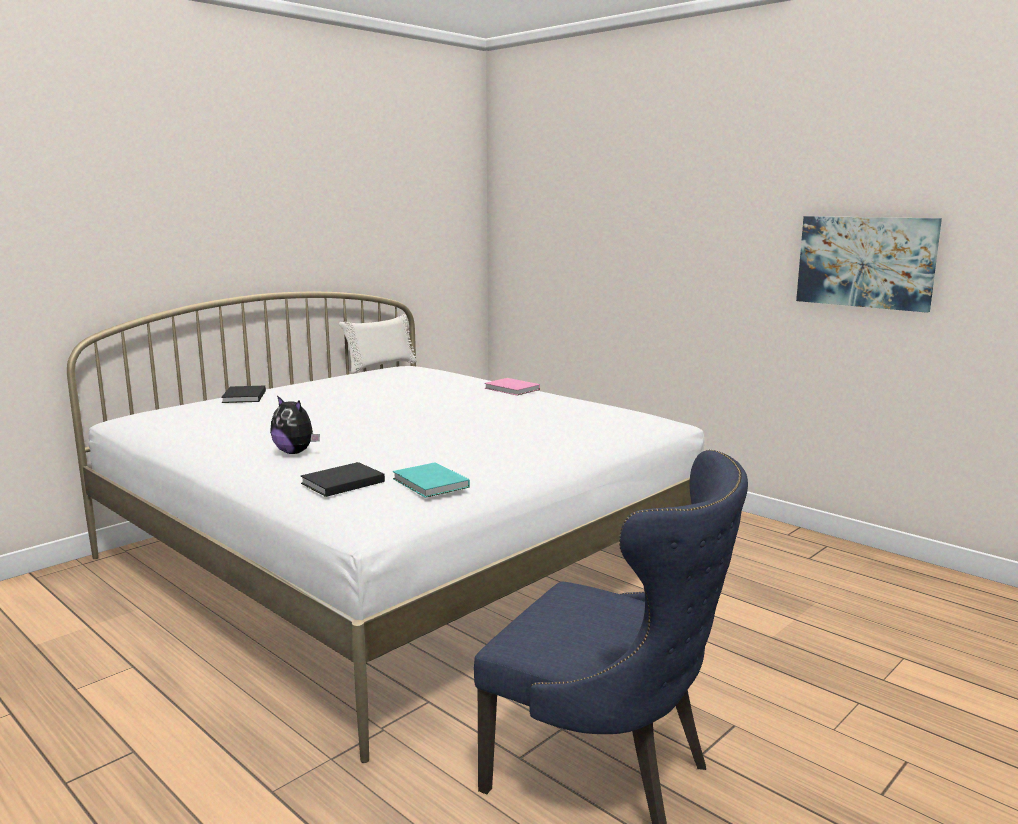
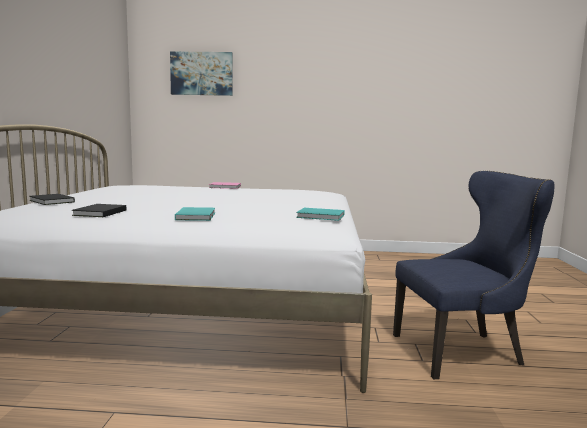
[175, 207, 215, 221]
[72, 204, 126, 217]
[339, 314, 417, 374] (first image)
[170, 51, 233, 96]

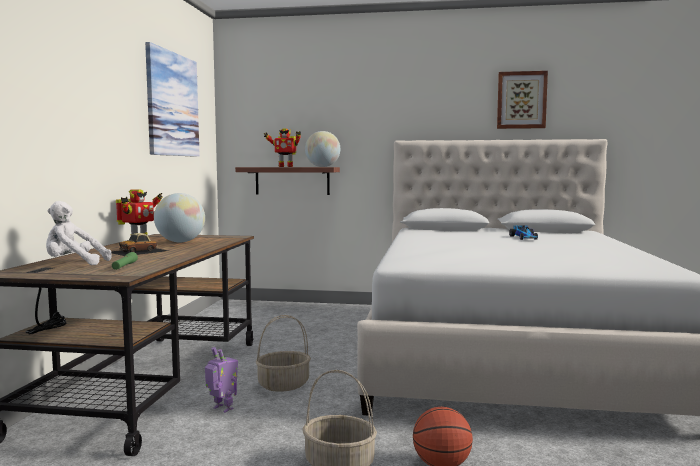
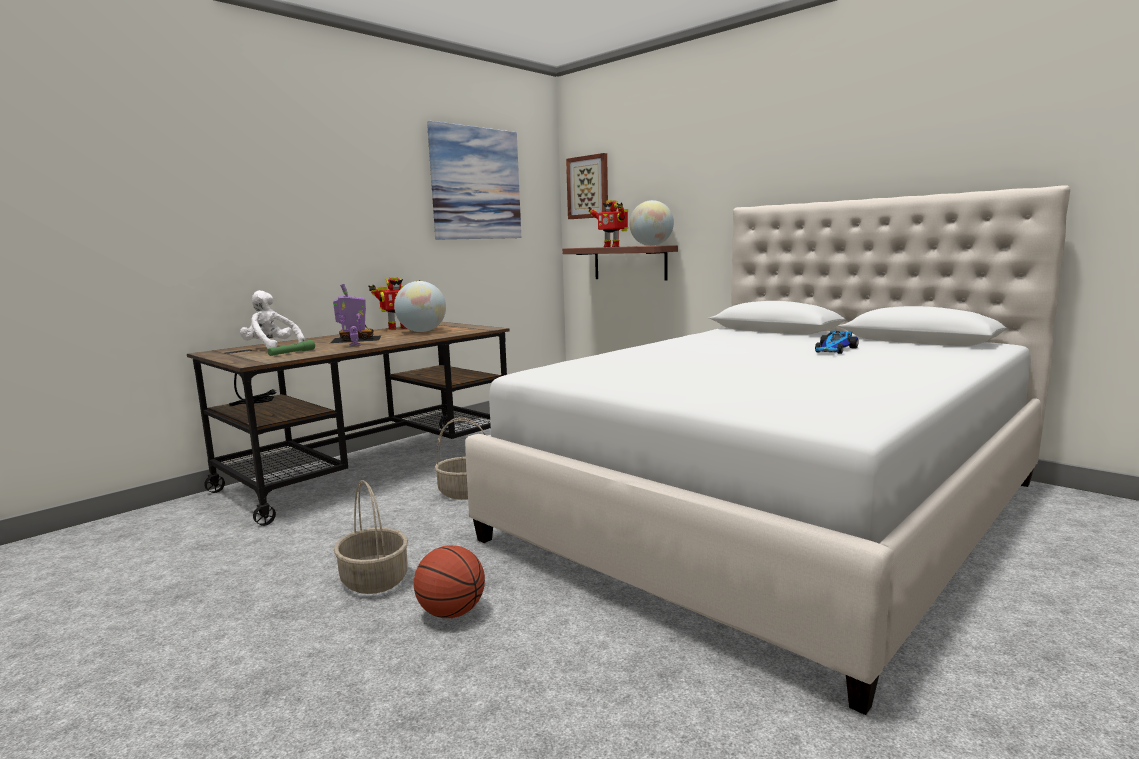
[333, 284, 366, 347]
[566, 153, 608, 219]

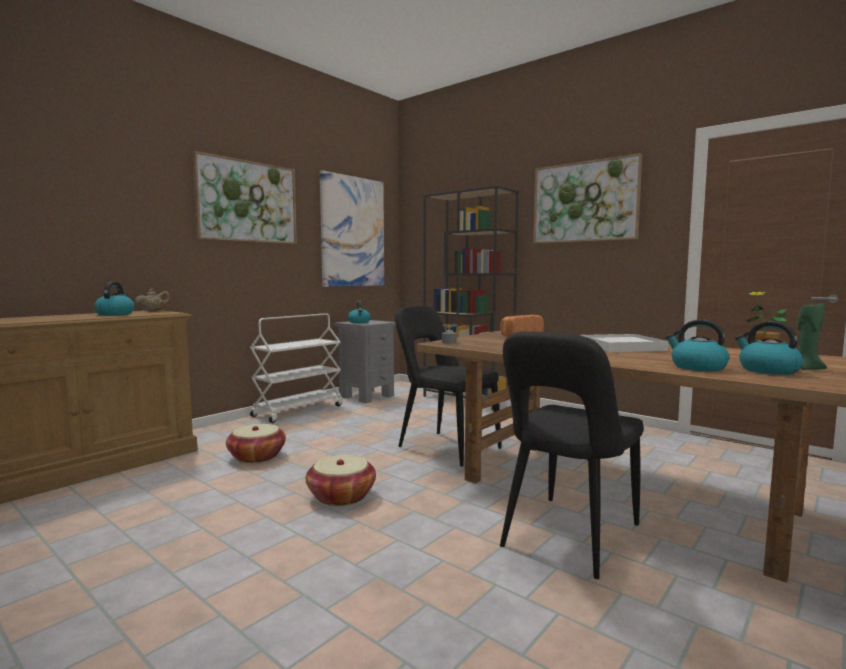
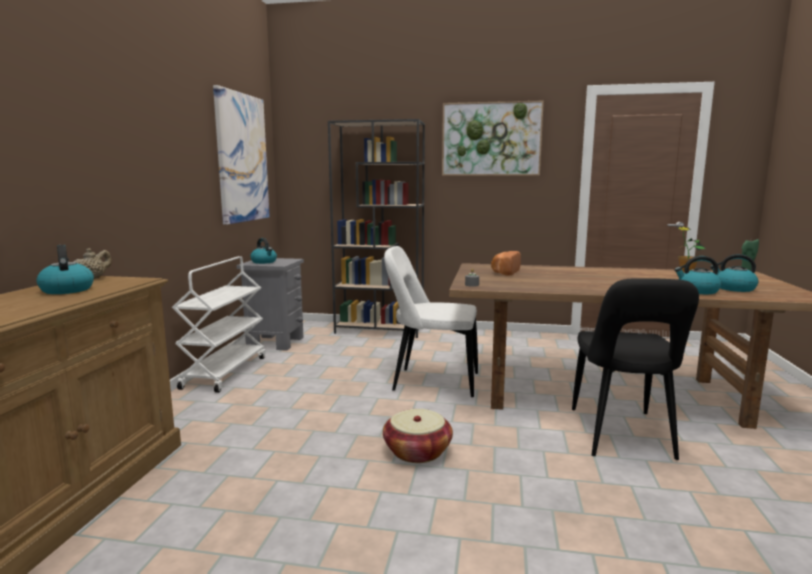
[192, 151, 297, 244] (first image)
[226, 424, 286, 463] (first image)
[384, 246, 478, 397]
[581, 334, 669, 352] (first image)

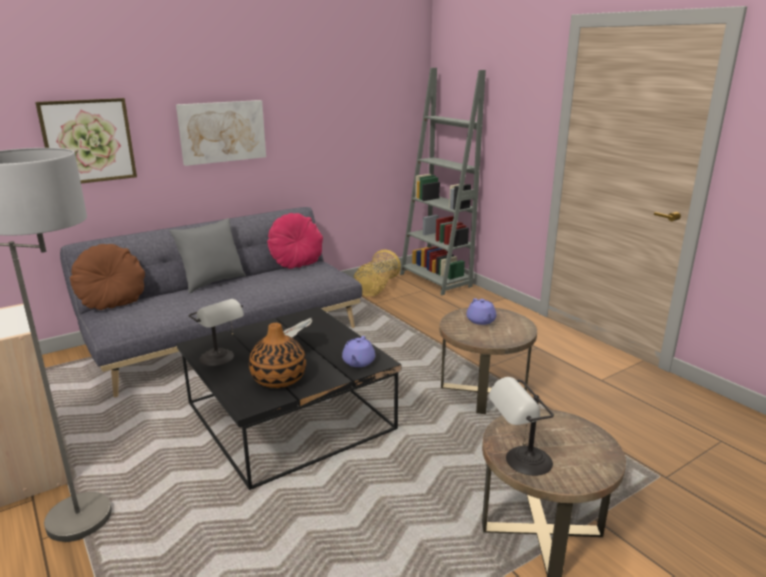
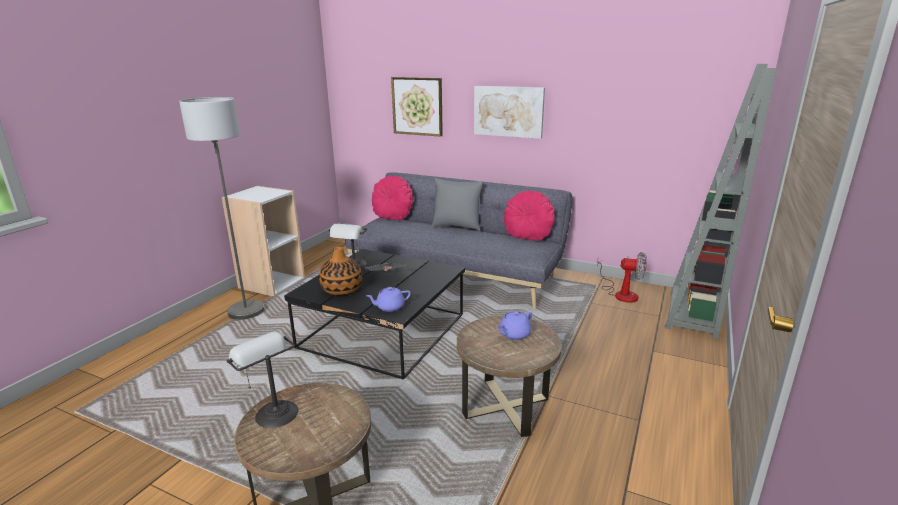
[372, 176, 413, 220]
[597, 252, 647, 303]

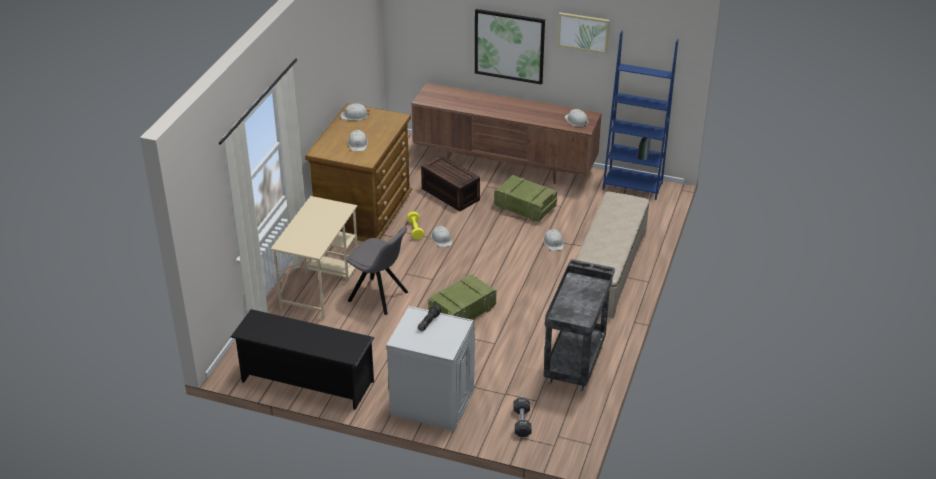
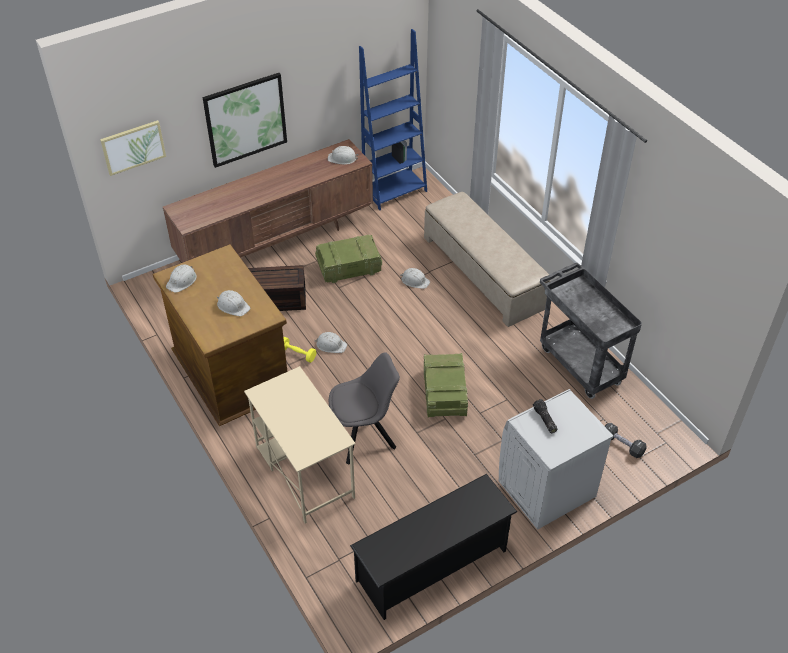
[100, 120, 166, 176]

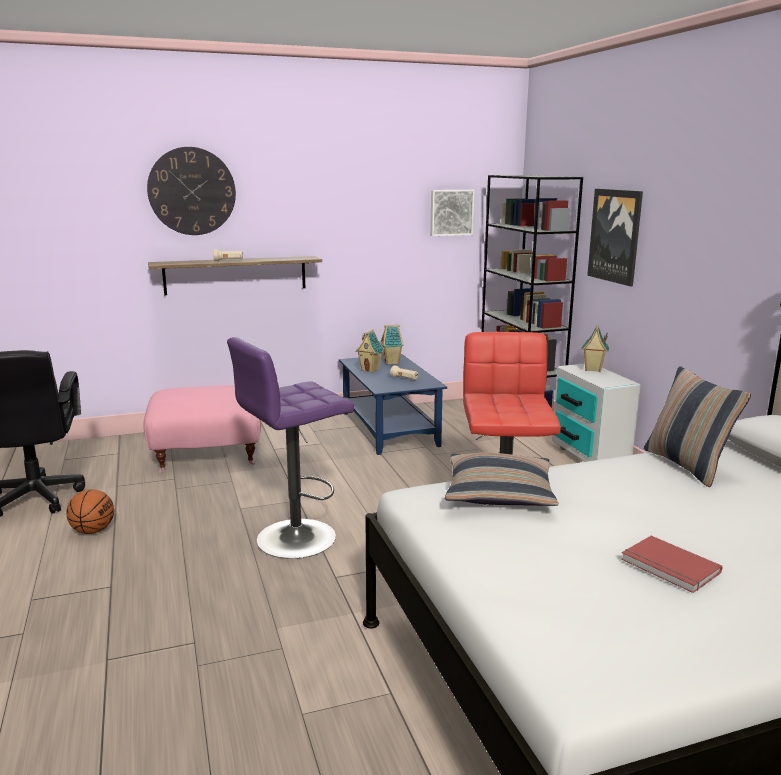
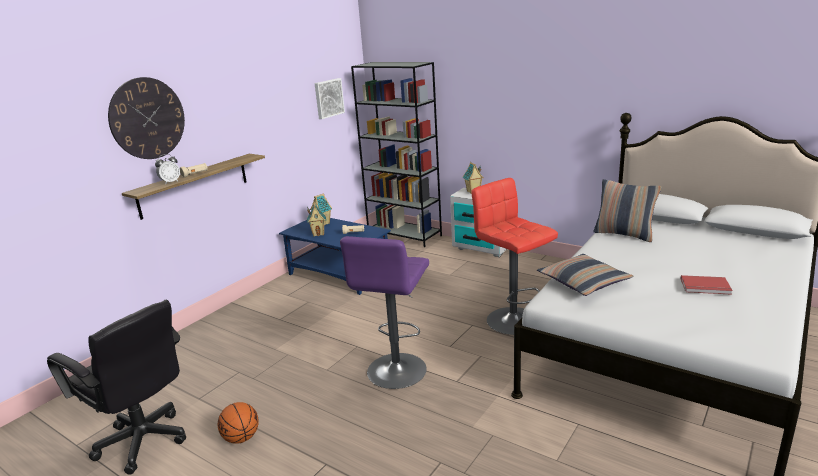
[143, 385, 261, 473] (first image)
[587, 189, 643, 287] (first image)
[155, 154, 180, 183]

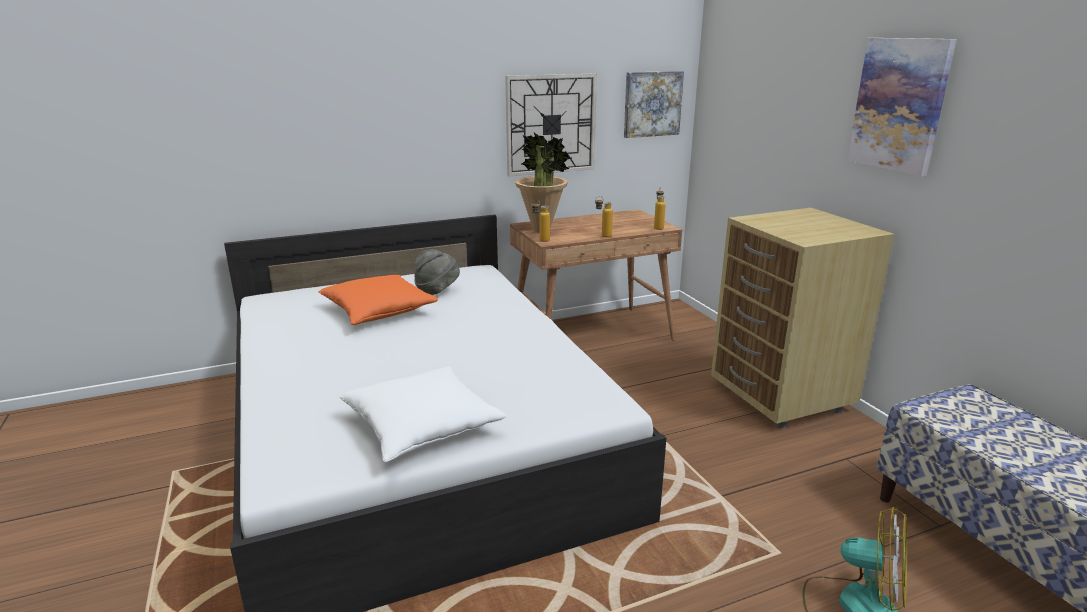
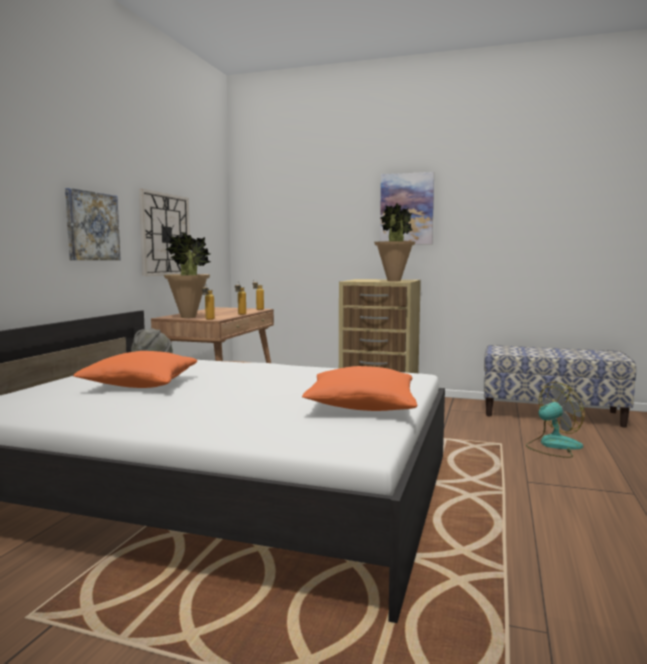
[302, 366, 418, 411]
[65, 188, 121, 260]
[374, 203, 415, 281]

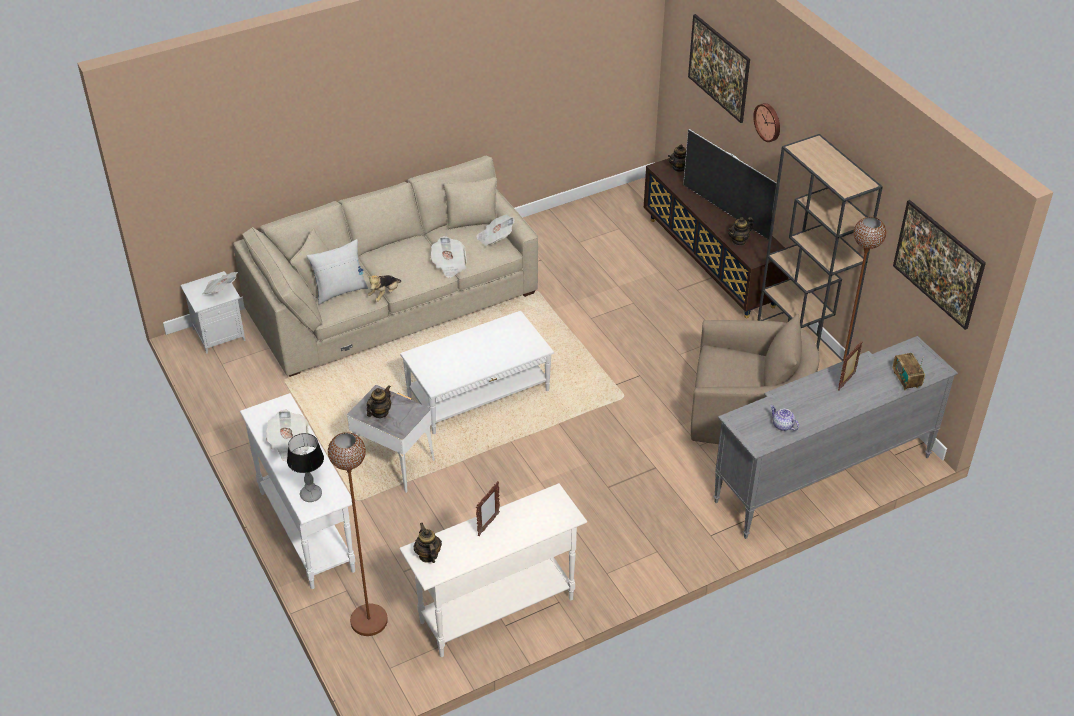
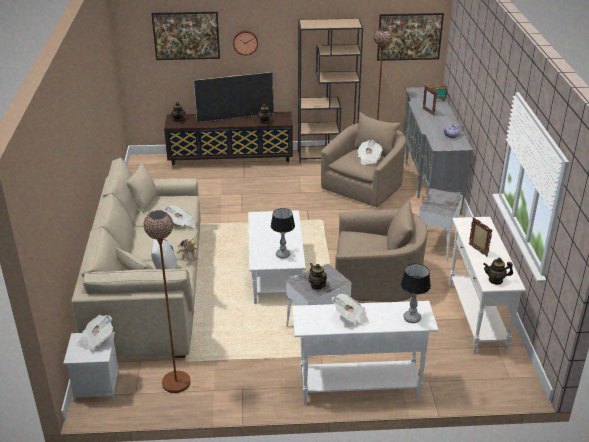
[144, 210, 190, 393]
[357, 140, 383, 165]
[271, 208, 295, 259]
[335, 200, 428, 302]
[418, 188, 463, 261]

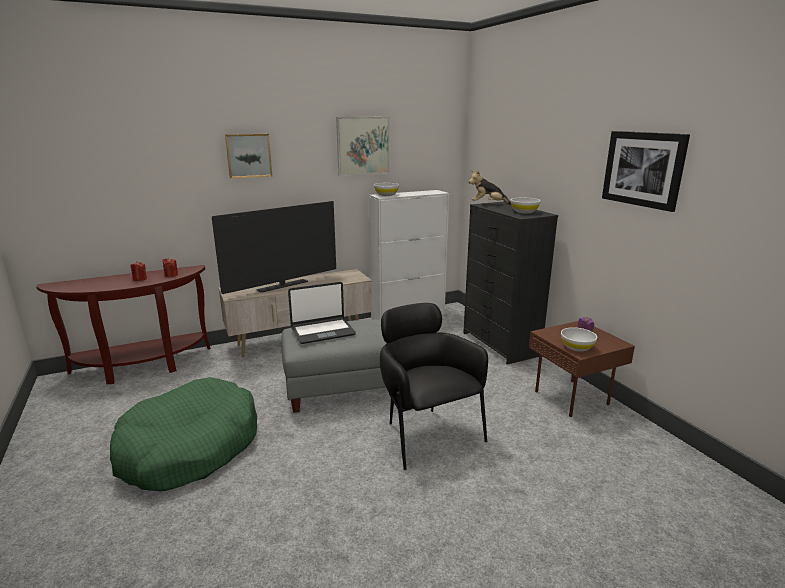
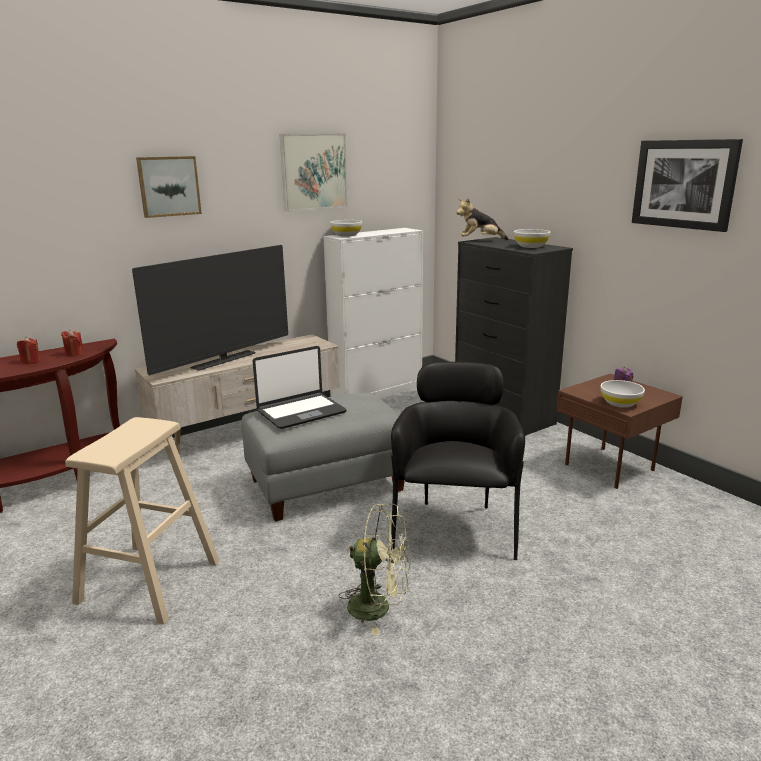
[65, 417, 219, 624]
[391, 362, 525, 560]
[339, 504, 410, 635]

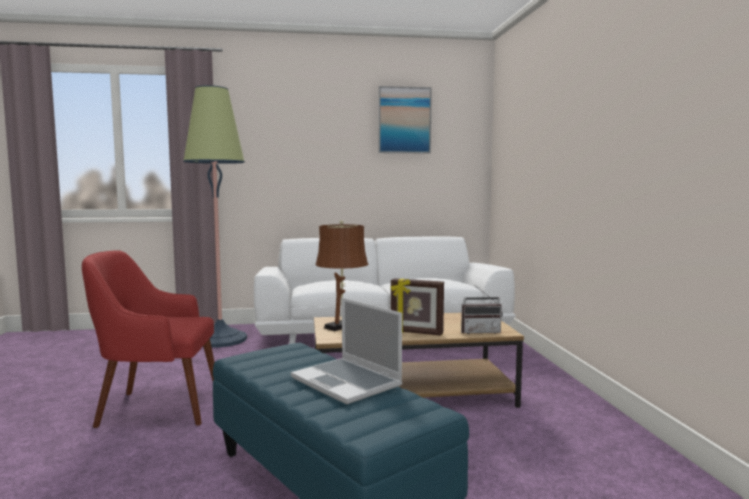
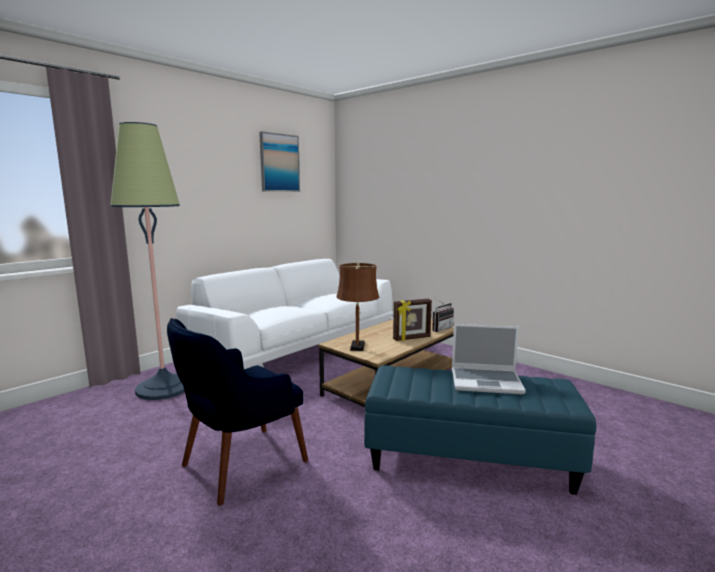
[167, 318, 308, 506]

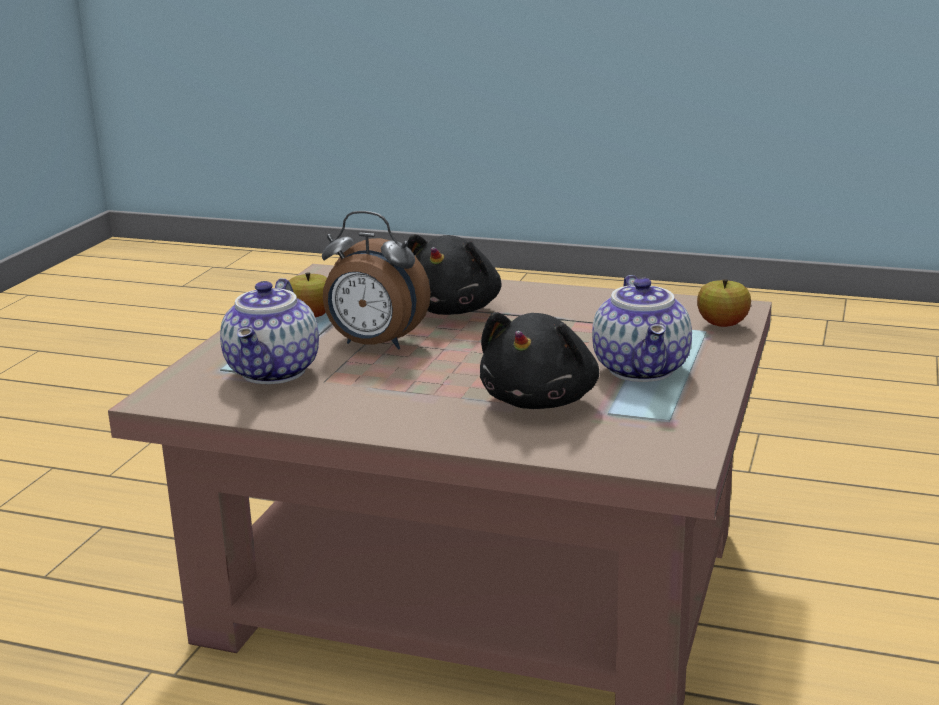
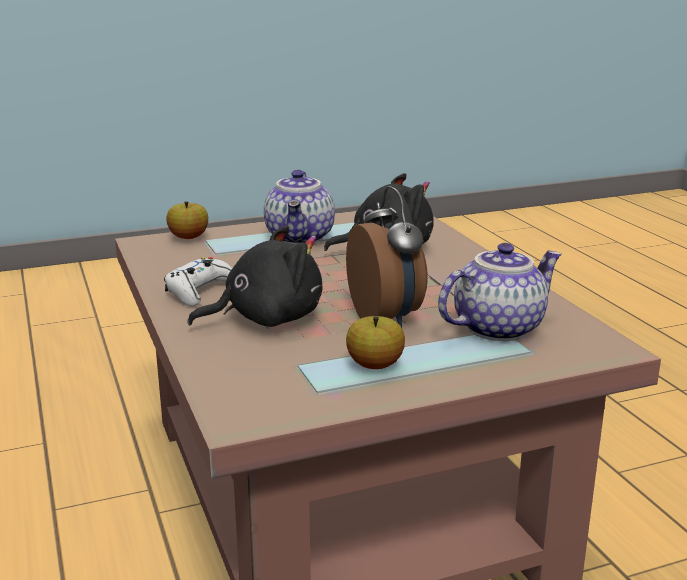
[264, 170, 335, 245]
[164, 257, 232, 307]

